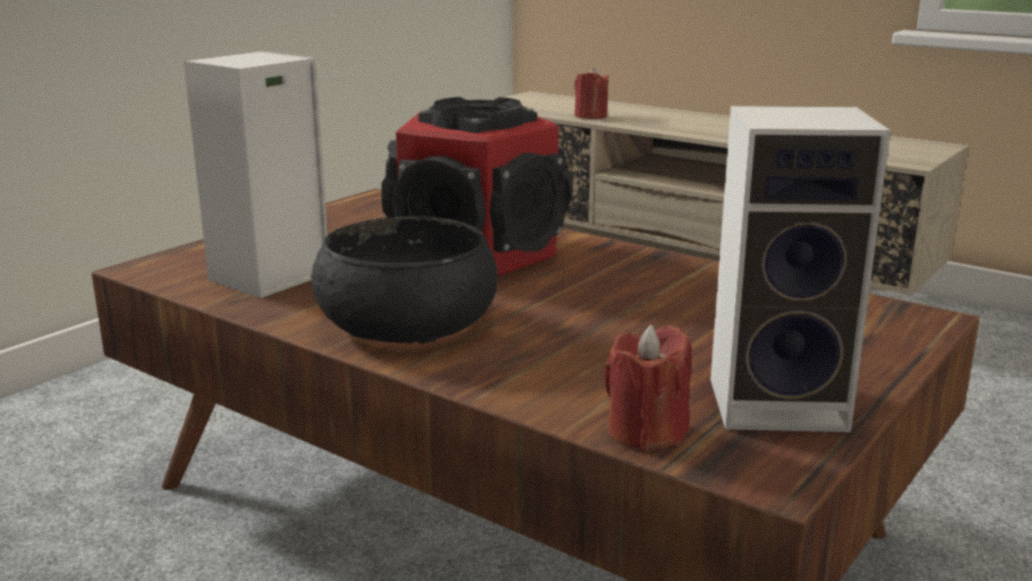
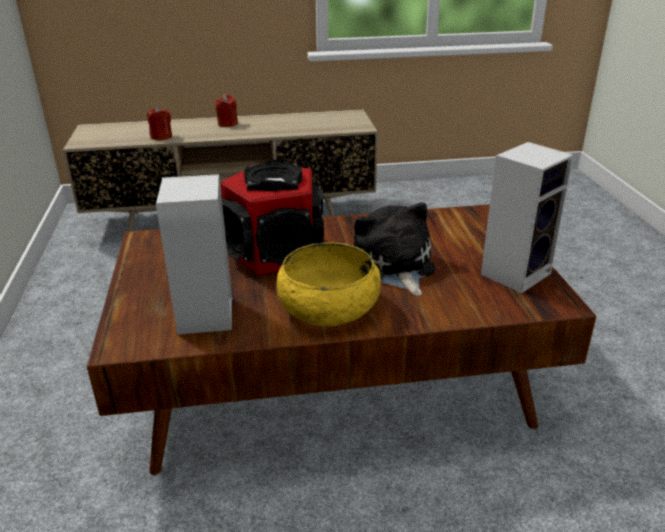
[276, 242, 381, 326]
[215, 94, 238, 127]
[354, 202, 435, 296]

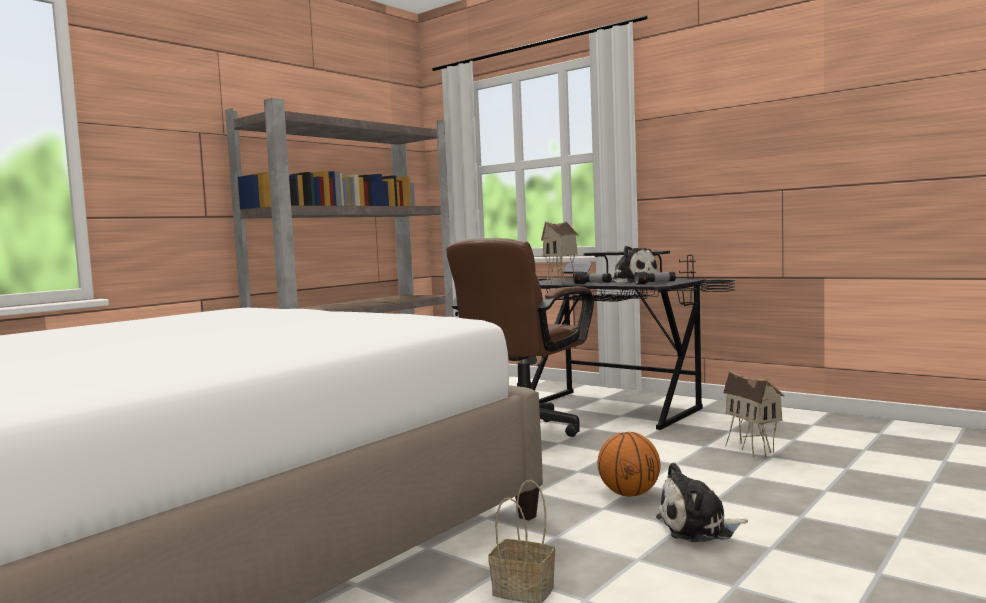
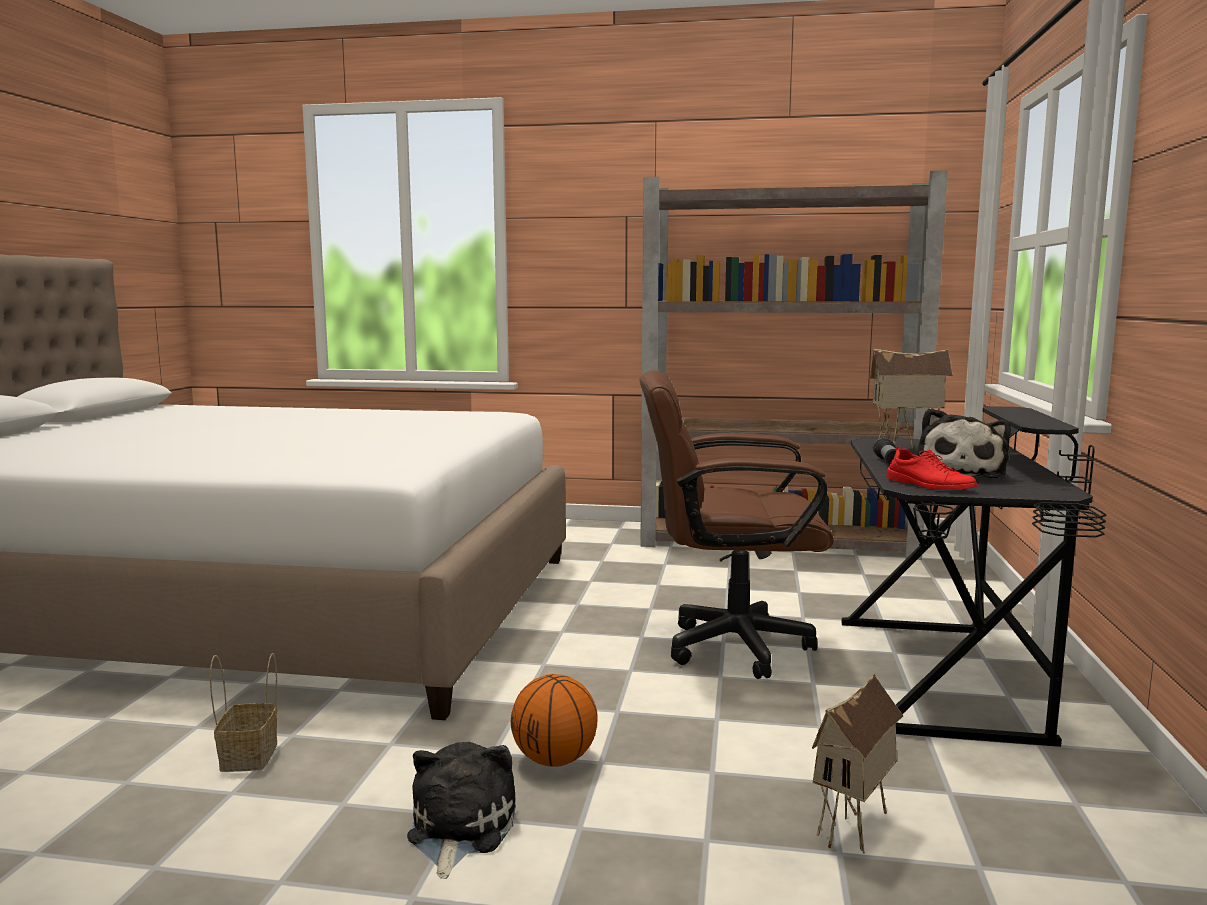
[886, 446, 977, 490]
[407, 742, 516, 879]

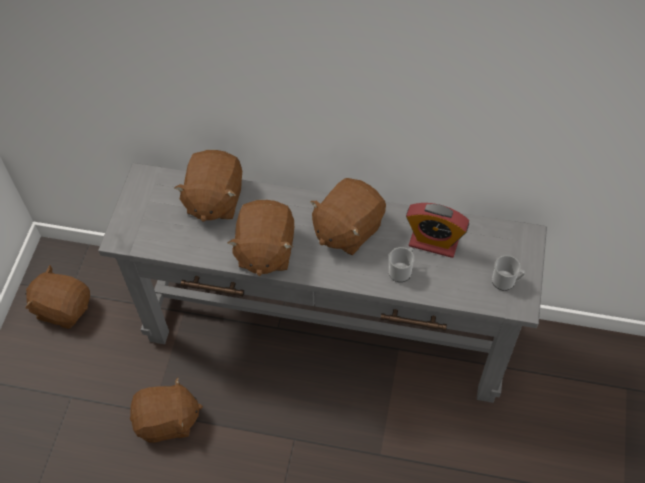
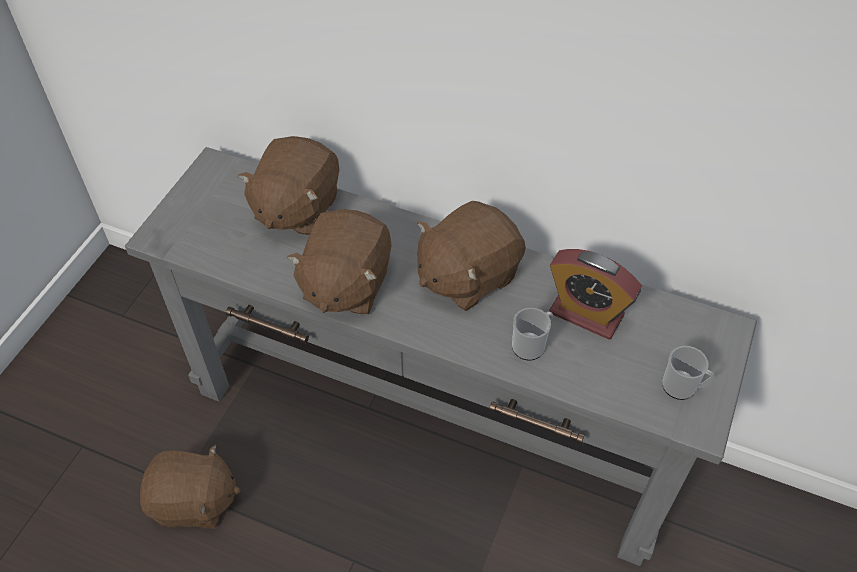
[25, 265, 90, 329] (first image)

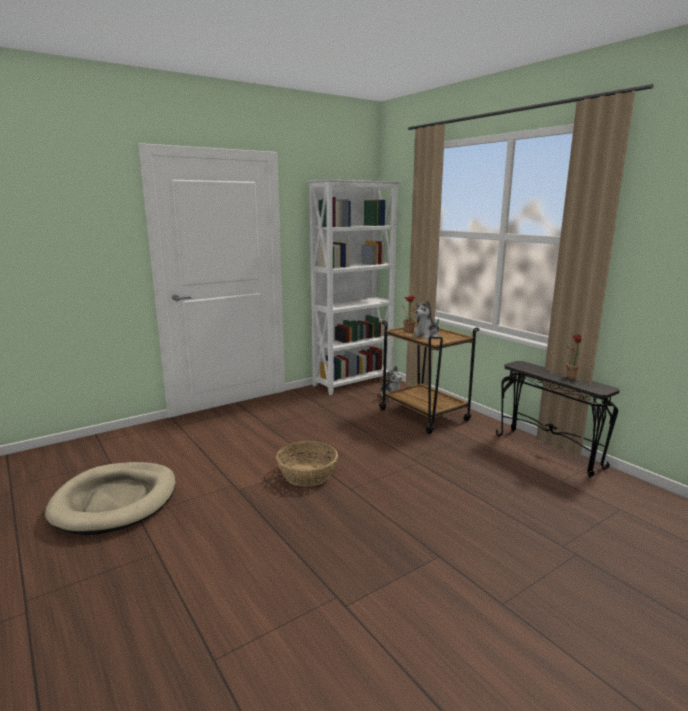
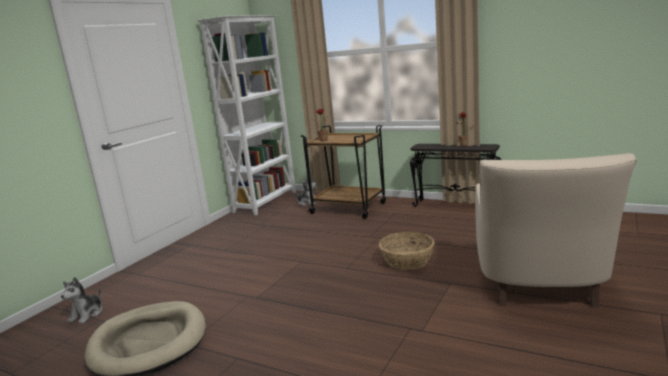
[379, 232, 434, 270]
[61, 277, 103, 324]
[475, 153, 637, 308]

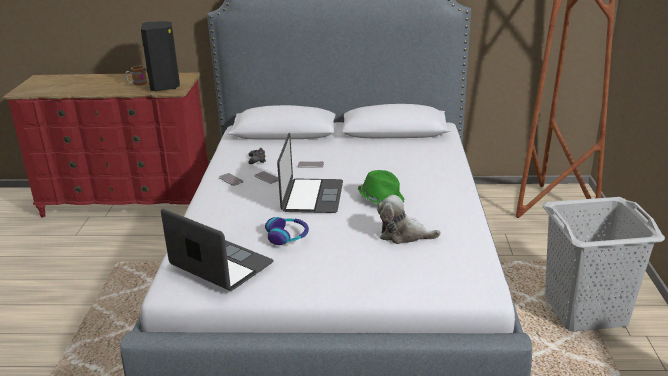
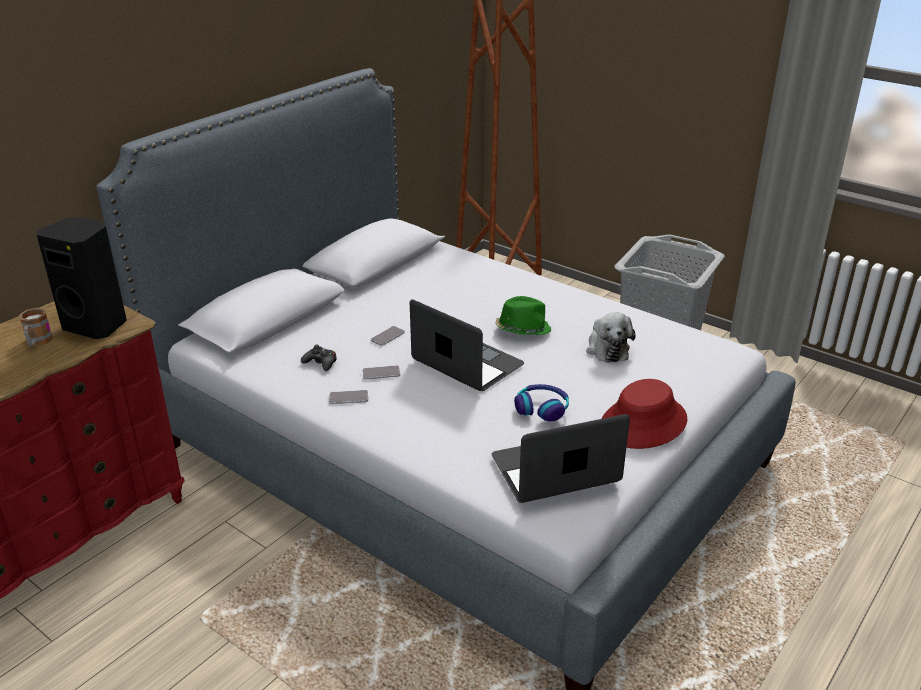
[586, 312, 635, 363]
[602, 379, 688, 449]

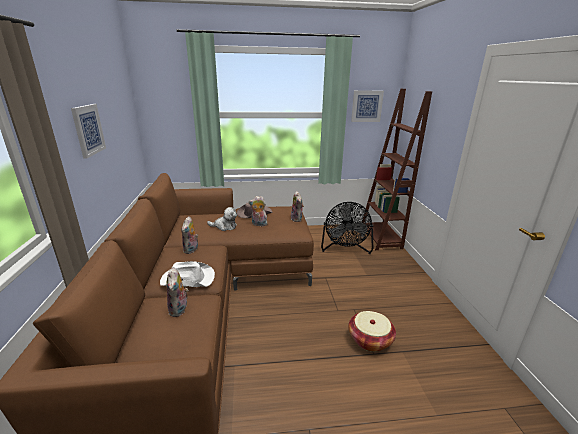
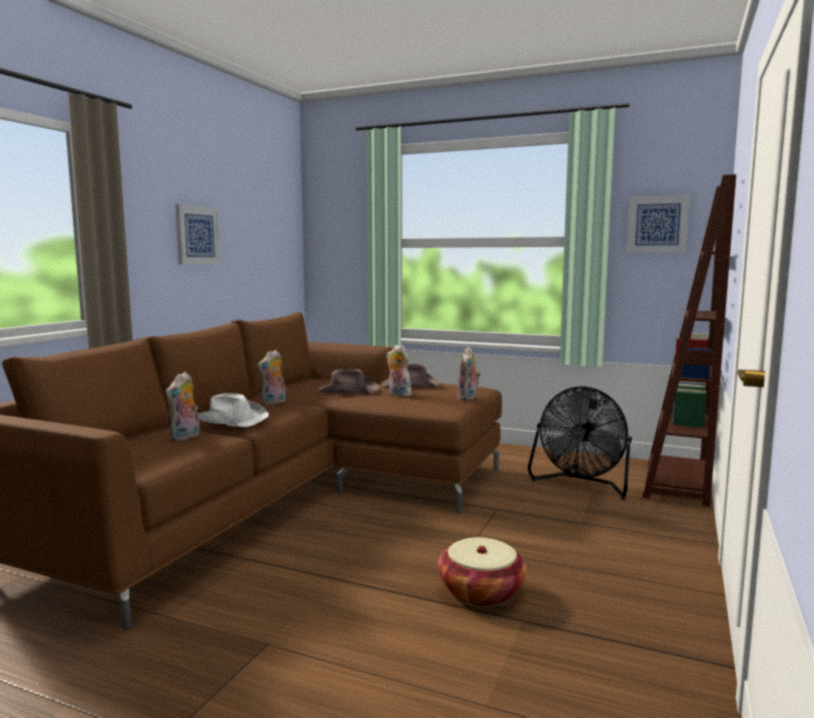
[317, 369, 379, 394]

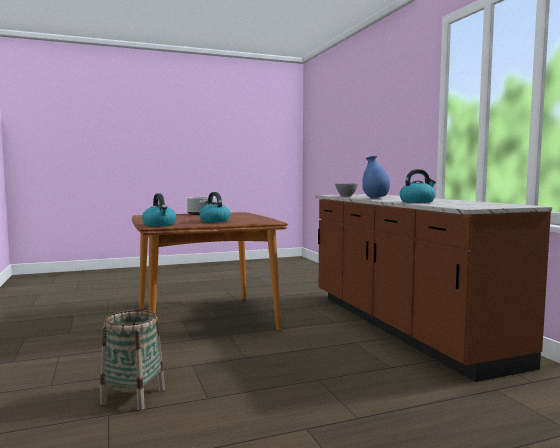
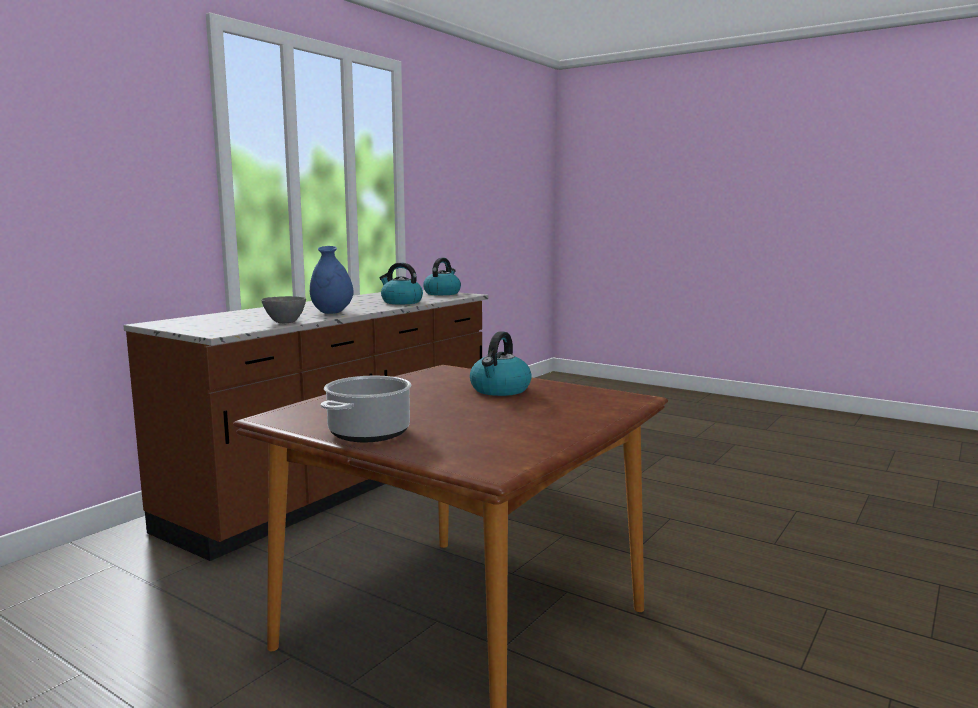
[100, 310, 165, 410] (first image)
[423, 258, 461, 295]

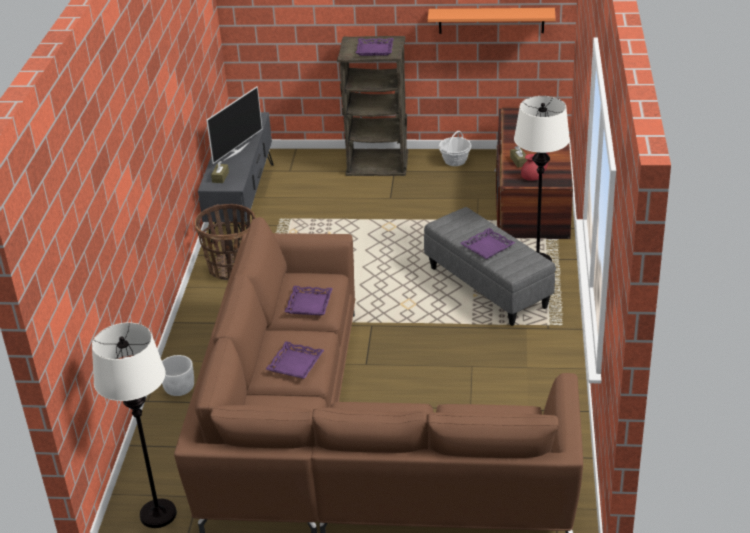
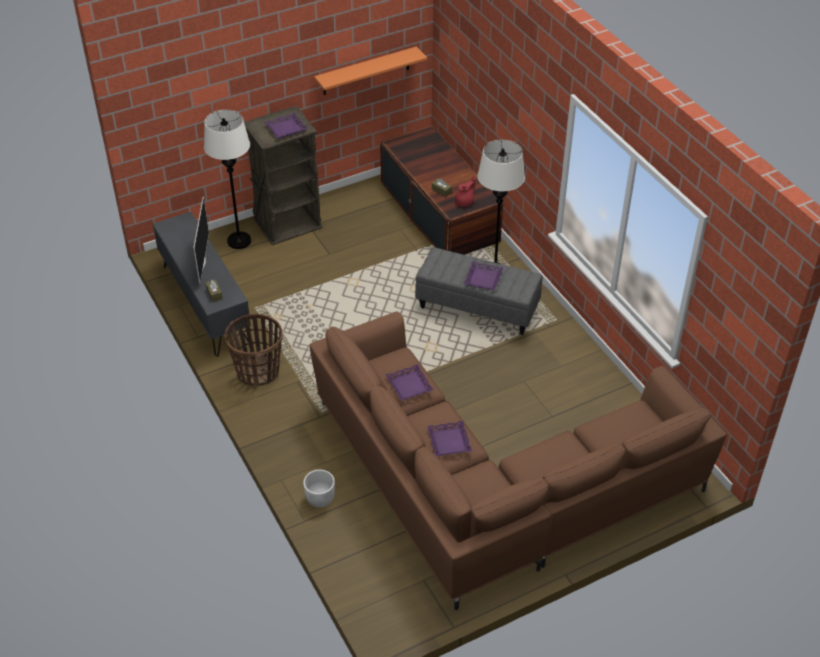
[204, 110, 251, 249]
[439, 131, 471, 166] (first image)

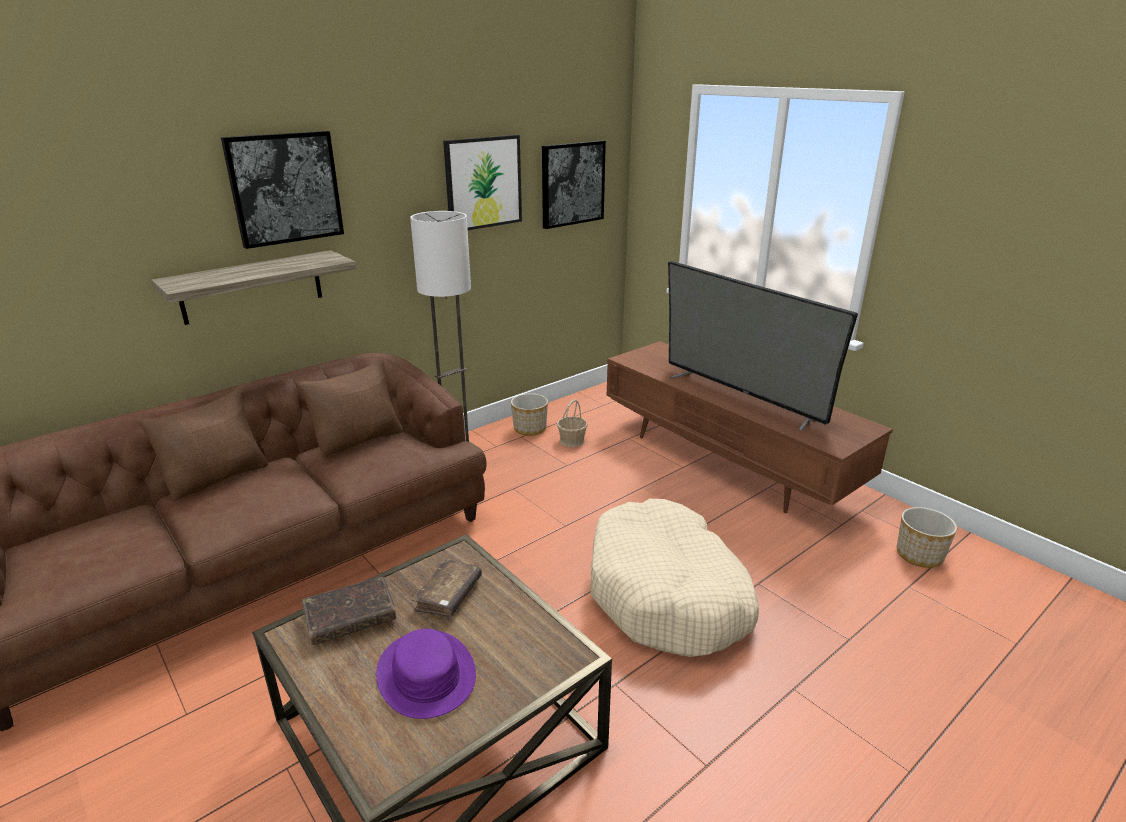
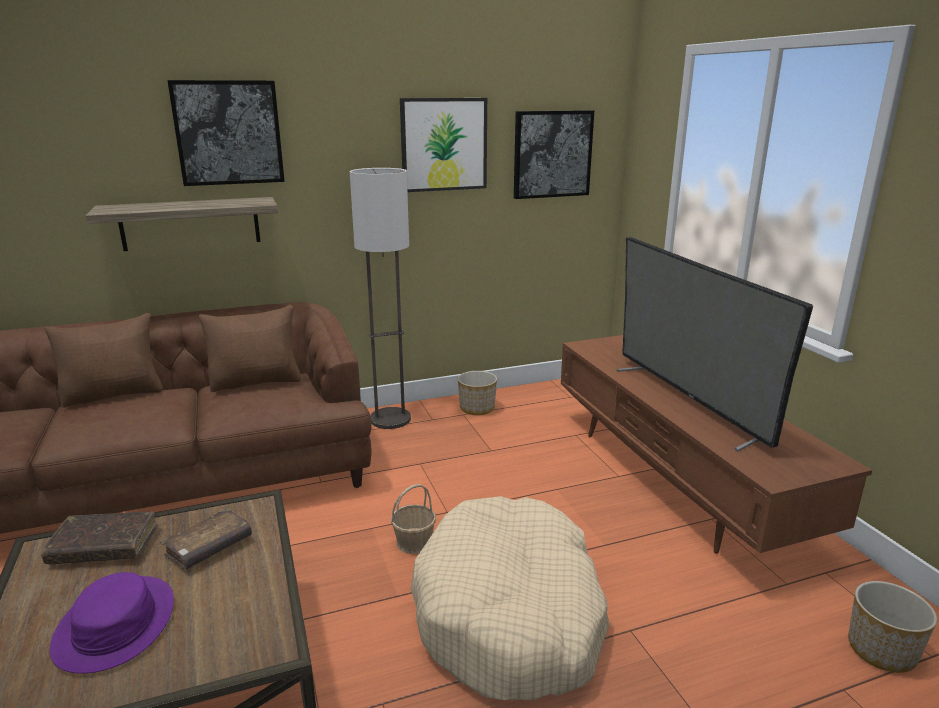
[391, 484, 436, 554]

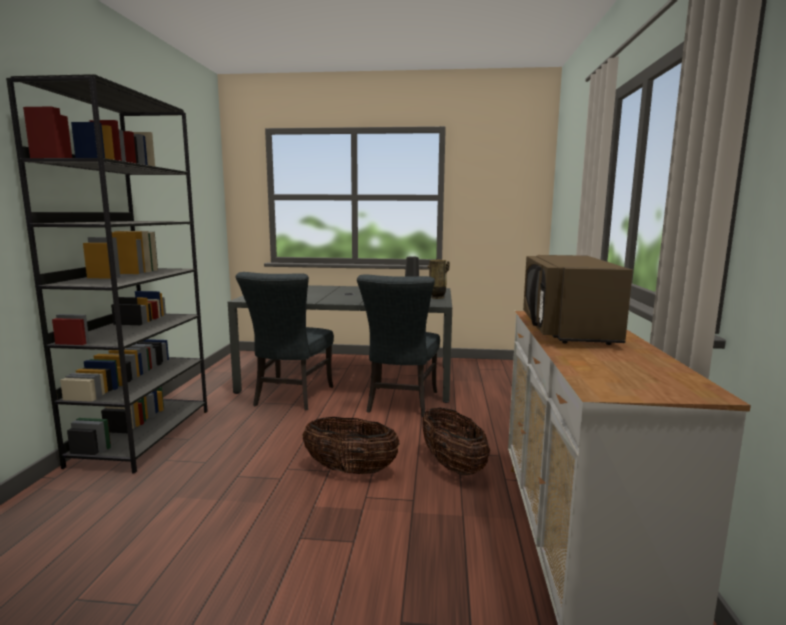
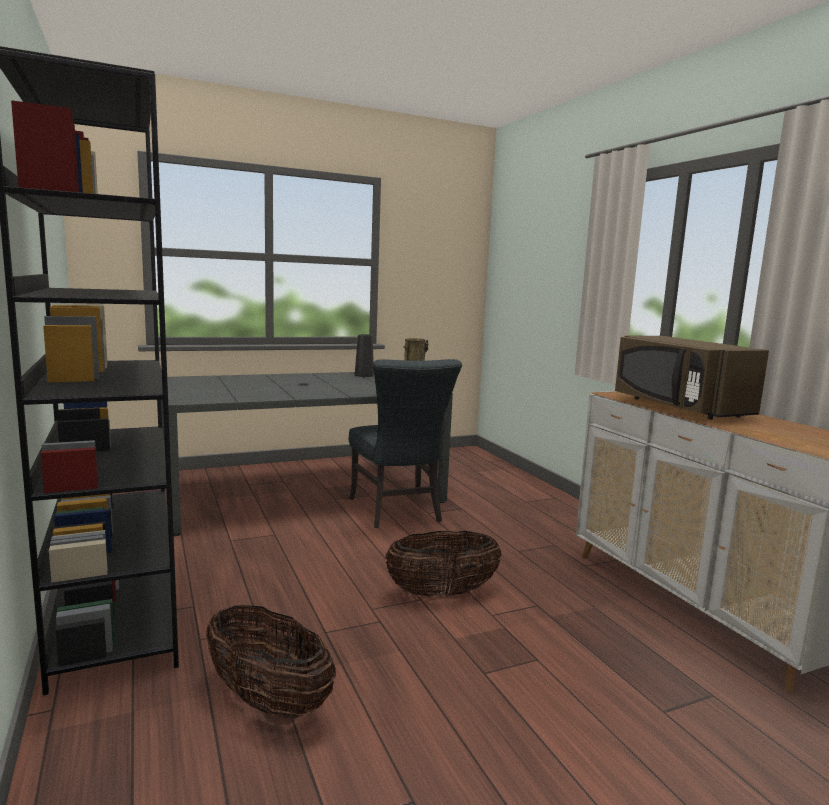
[235, 272, 334, 410] (first image)
[206, 605, 336, 719]

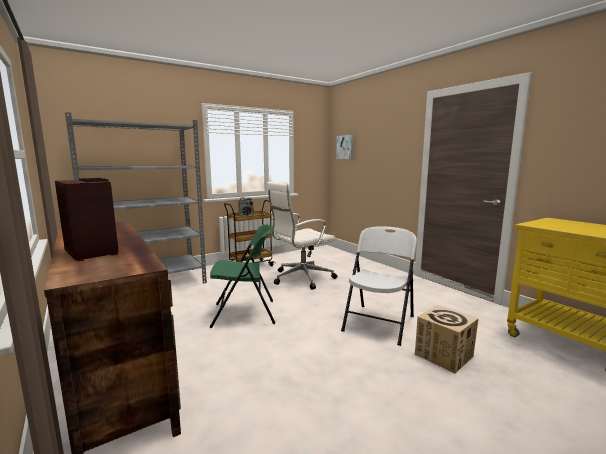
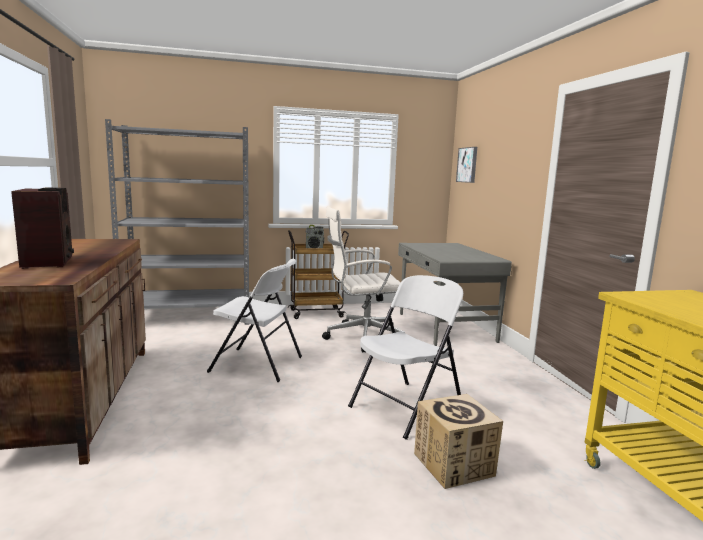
[207, 259, 302, 382]
[398, 243, 512, 346]

